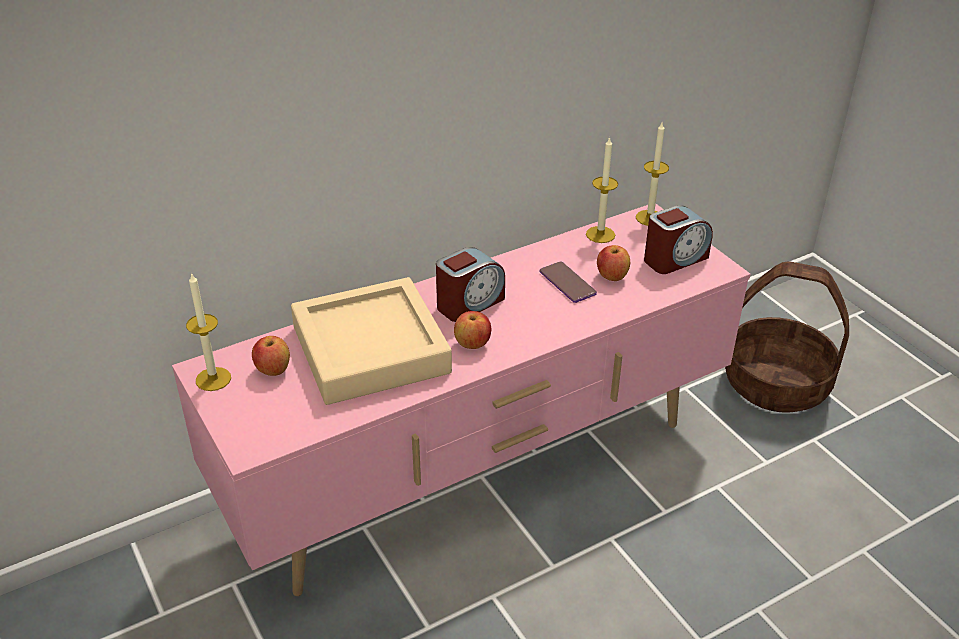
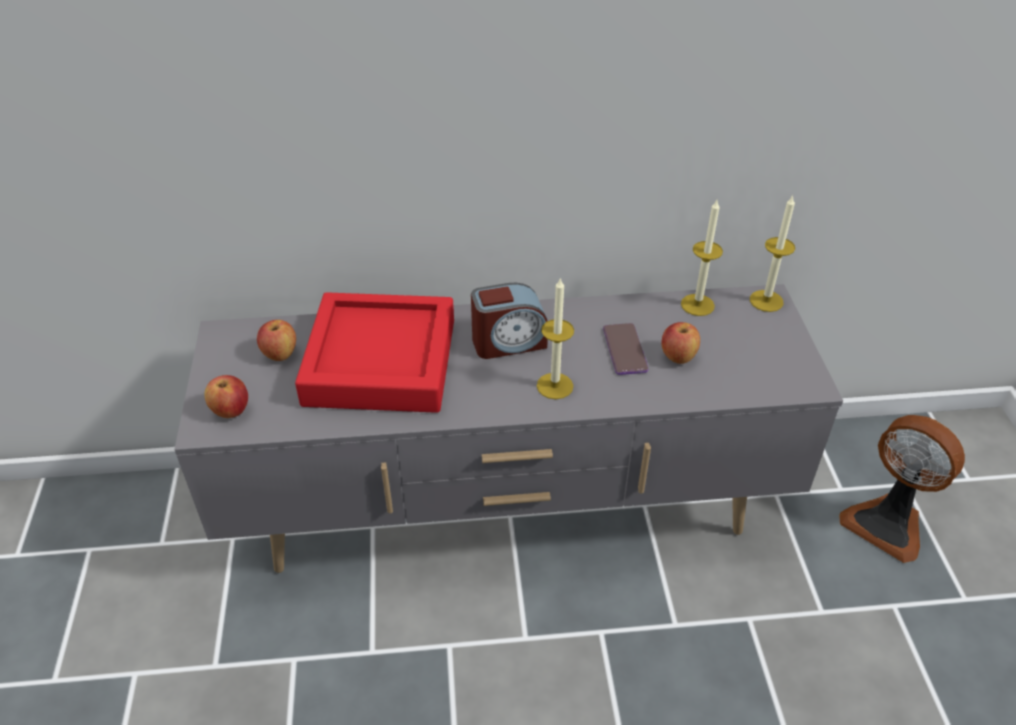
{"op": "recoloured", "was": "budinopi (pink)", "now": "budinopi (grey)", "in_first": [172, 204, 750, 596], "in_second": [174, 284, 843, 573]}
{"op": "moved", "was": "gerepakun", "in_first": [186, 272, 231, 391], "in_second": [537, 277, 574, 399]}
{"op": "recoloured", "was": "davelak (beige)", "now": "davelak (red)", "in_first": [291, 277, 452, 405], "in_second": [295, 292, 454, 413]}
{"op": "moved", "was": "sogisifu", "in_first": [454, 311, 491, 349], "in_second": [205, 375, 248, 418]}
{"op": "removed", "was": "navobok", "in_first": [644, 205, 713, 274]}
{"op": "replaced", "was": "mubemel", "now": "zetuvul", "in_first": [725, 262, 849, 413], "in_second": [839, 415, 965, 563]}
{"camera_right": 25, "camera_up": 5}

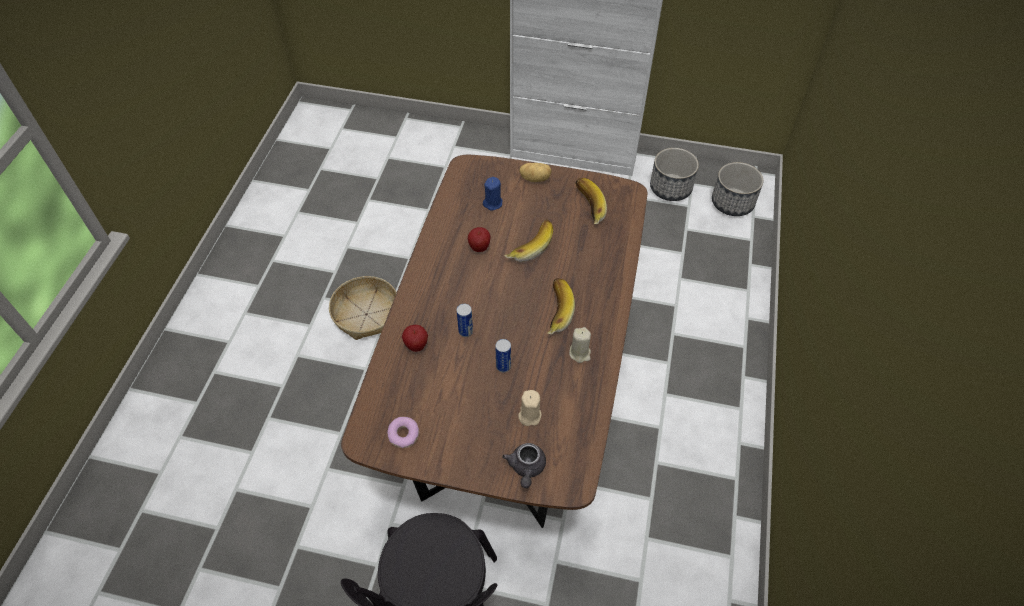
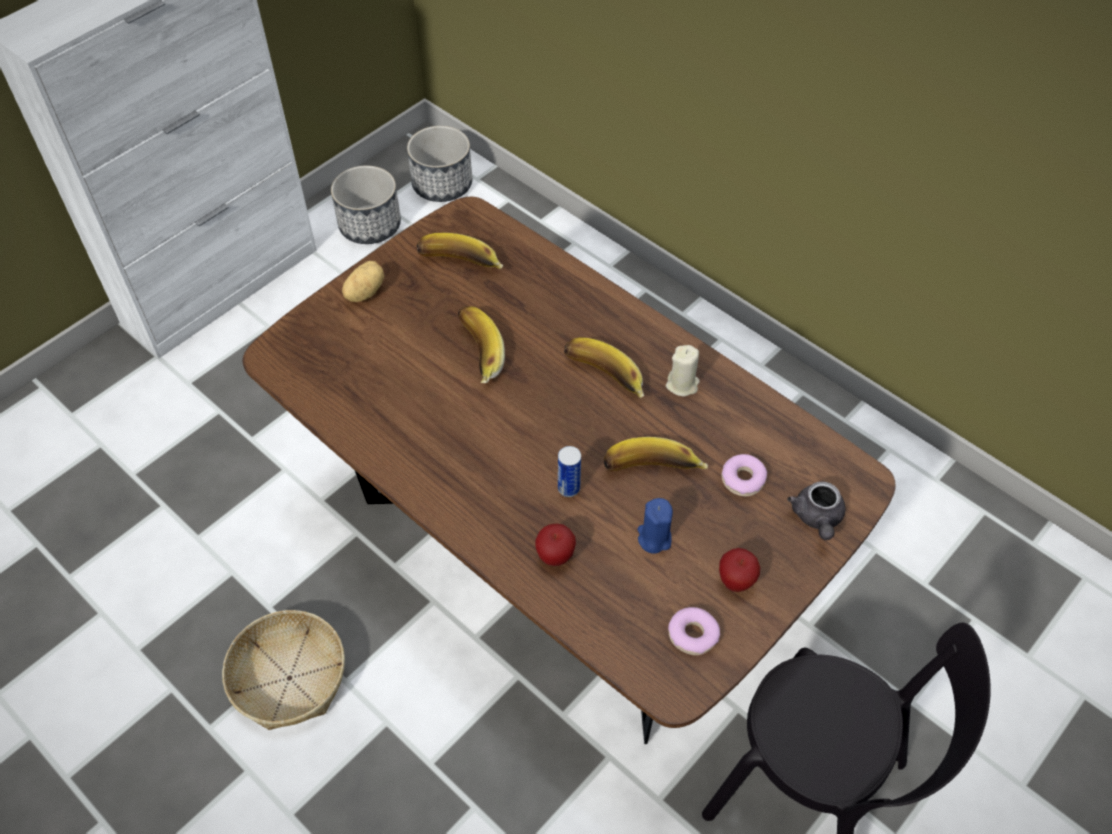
{"op": "moved", "was": "sogisifu", "in_first": [468, 227, 491, 252], "in_second": [719, 548, 760, 592]}
{"op": "moved", "was": "gerepakun (blue)", "in_first": [483, 177, 503, 211], "in_second": [638, 498, 673, 554]}
{"op": "replaced", "was": "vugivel", "now": "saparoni", "in_first": [495, 339, 511, 372], "in_second": [604, 437, 708, 471]}
{"op": "turned", "was": "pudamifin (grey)", "in_first": [502, 443, 546, 488], "in_second": [787, 481, 845, 540], "clockwise": 60}
{"op": "replaced", "was": "gerepakun (beige)", "now": "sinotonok", "in_first": [518, 390, 541, 426], "in_second": [722, 454, 767, 497]}
{"camera_right": -60, "camera_up": 0}

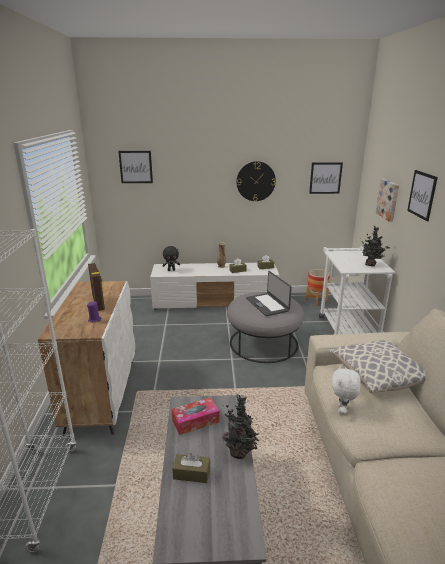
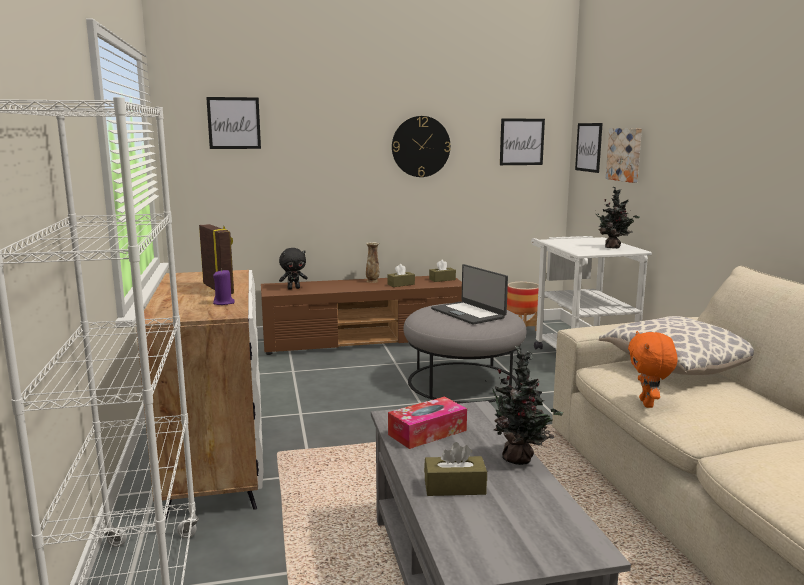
{"op": "recoloured", "was": "budinopi (white)", "now": "budinopi (brown)", "in_first": [150, 263, 279, 310], "in_second": [261, 276, 462, 355]}
{"op": "recoloured", "was": "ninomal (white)", "now": "ninomal (orange)", "in_first": [332, 365, 361, 415], "in_second": [628, 331, 678, 408]}
{"op": "moved", "was": "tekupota", "in_first": [407, 170, 438, 221], "in_second": [575, 123, 603, 173]}
{"camera_right": -10, "camera_up": -10}

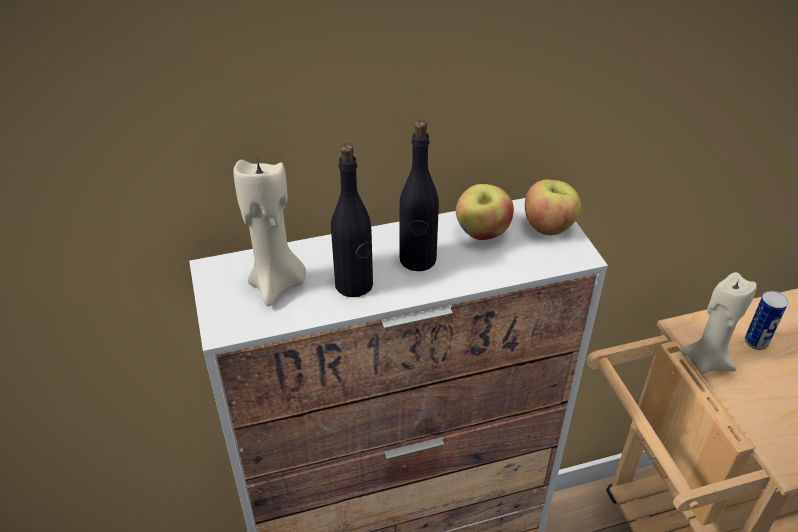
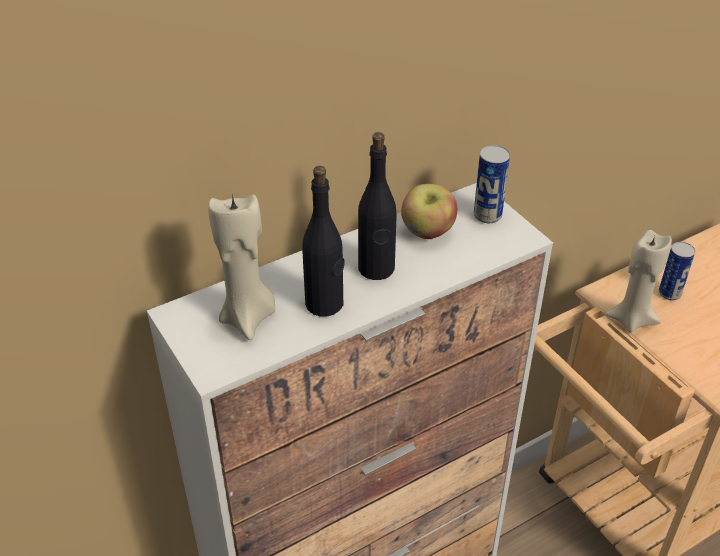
{"op": "replaced", "was": "sogisifu", "now": "vugivel", "in_first": [525, 179, 581, 236], "in_second": [474, 145, 510, 223]}
{"camera_right": -15, "camera_up": 0}

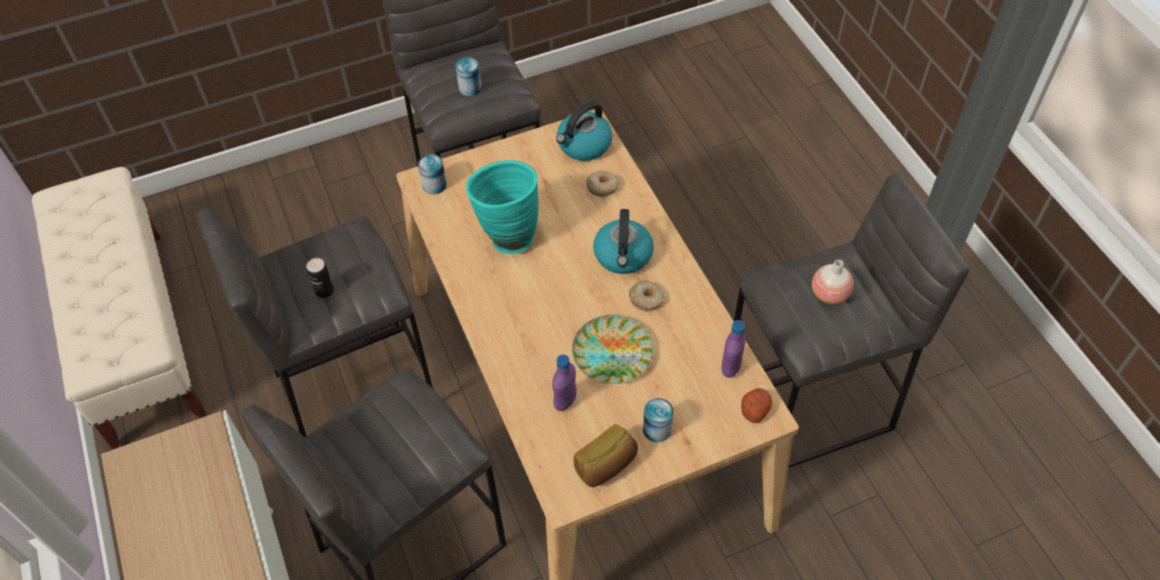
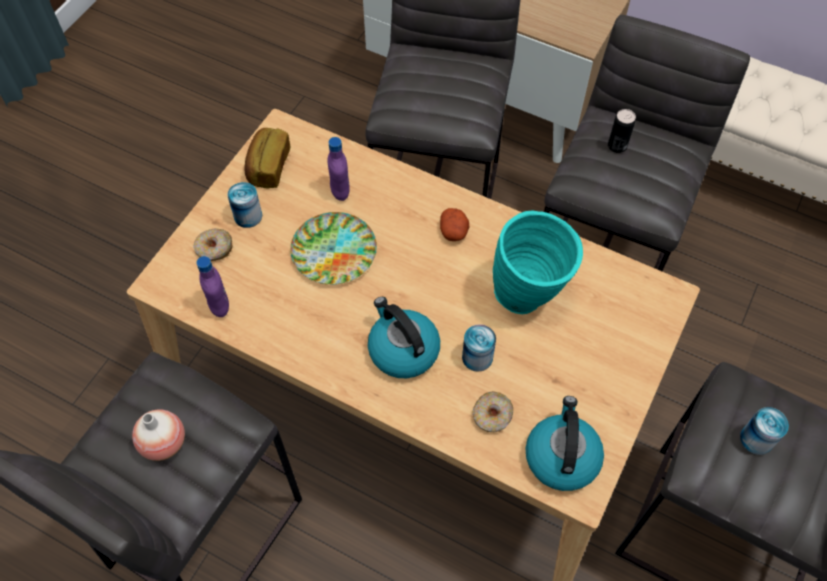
{"op": "moved", "was": "vugivel", "in_first": [418, 154, 447, 195], "in_second": [462, 324, 496, 372]}
{"op": "moved", "was": "sinotonok", "in_first": [629, 281, 664, 311], "in_second": [193, 228, 233, 261]}
{"op": "moved", "was": "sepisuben", "in_first": [741, 388, 772, 423], "in_second": [440, 208, 469, 241]}
{"camera_right": 140, "camera_up": 5}

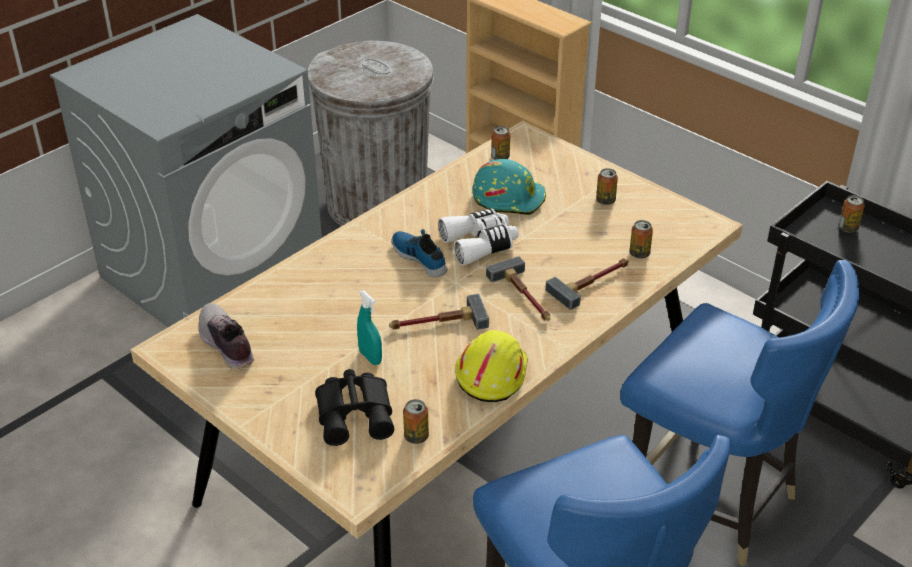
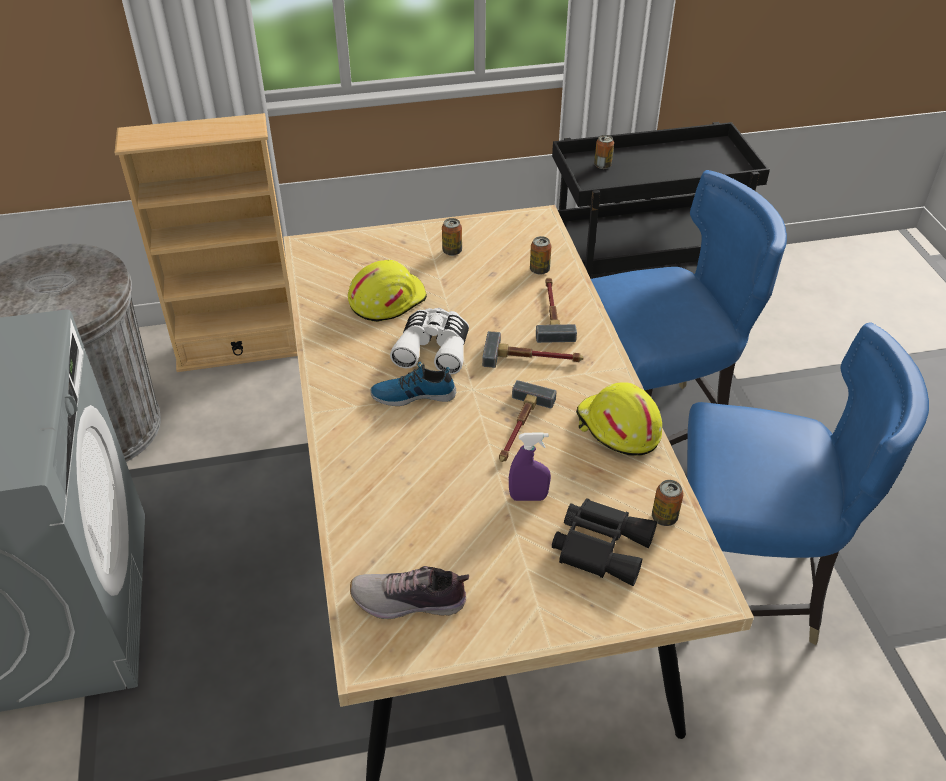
{"op": "recoloured", "was": "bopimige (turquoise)", "now": "bopimige (purple)", "in_first": [357, 290, 382, 365], "in_second": [509, 432, 551, 501]}
{"op": "recoloured", "was": "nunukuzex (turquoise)", "now": "nunukuzex (yellow)", "in_first": [472, 159, 546, 215], "in_second": [348, 260, 427, 322]}
{"op": "removed", "was": "vugivel", "in_first": [491, 126, 510, 160]}
{"camera_right": -55, "camera_up": 5}

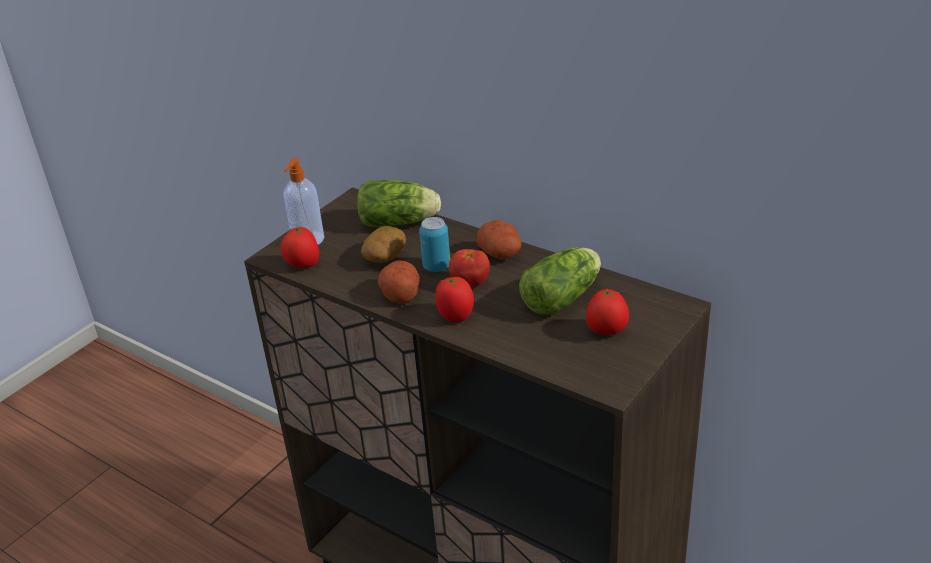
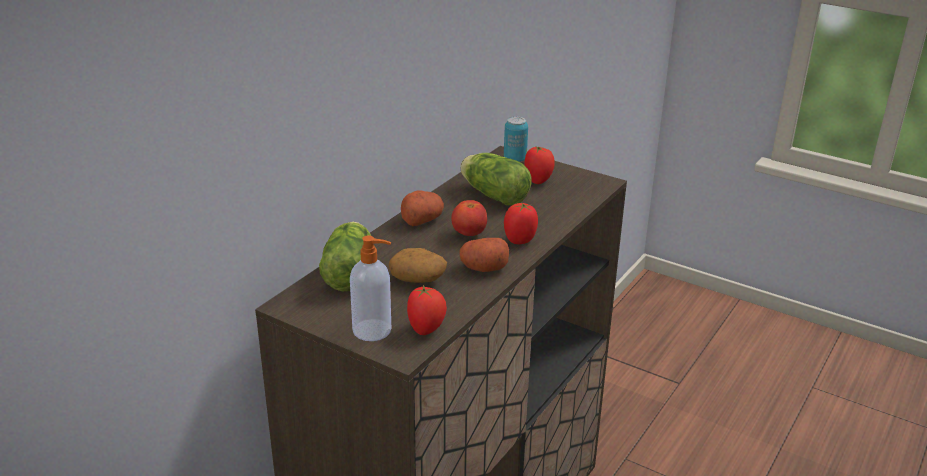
{"op": "moved", "was": "vugivel", "in_first": [419, 217, 450, 272], "in_second": [504, 117, 528, 162]}
{"camera_right": -95, "camera_up": -5}

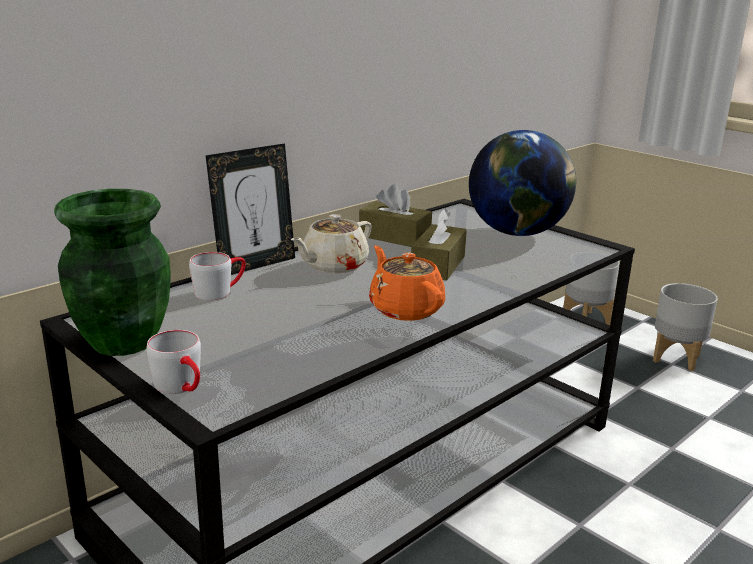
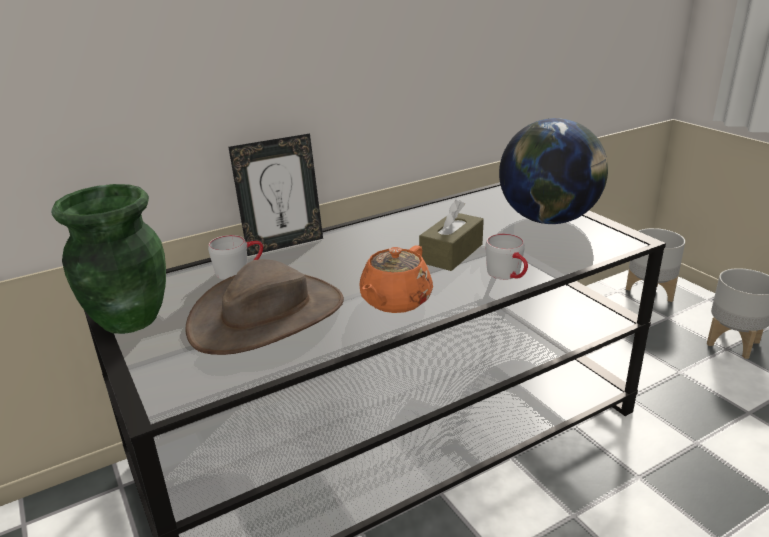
{"op": "moved", "was": "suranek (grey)", "in_first": [146, 330, 201, 394], "in_second": [486, 234, 528, 280]}
{"op": "removed", "was": "pudamifin (beige)", "in_first": [291, 214, 372, 274]}
{"op": "removed", "was": "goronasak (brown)", "in_first": [359, 184, 432, 247]}
{"op": "turned", "was": "pudamifin (orange)", "in_first": [369, 246, 445, 321], "in_second": [359, 245, 433, 313], "clockwise": -135}
{"op": "added", "now": "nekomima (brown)", "in_second": [186, 259, 344, 355]}
{"camera_right": 15, "camera_up": 5}

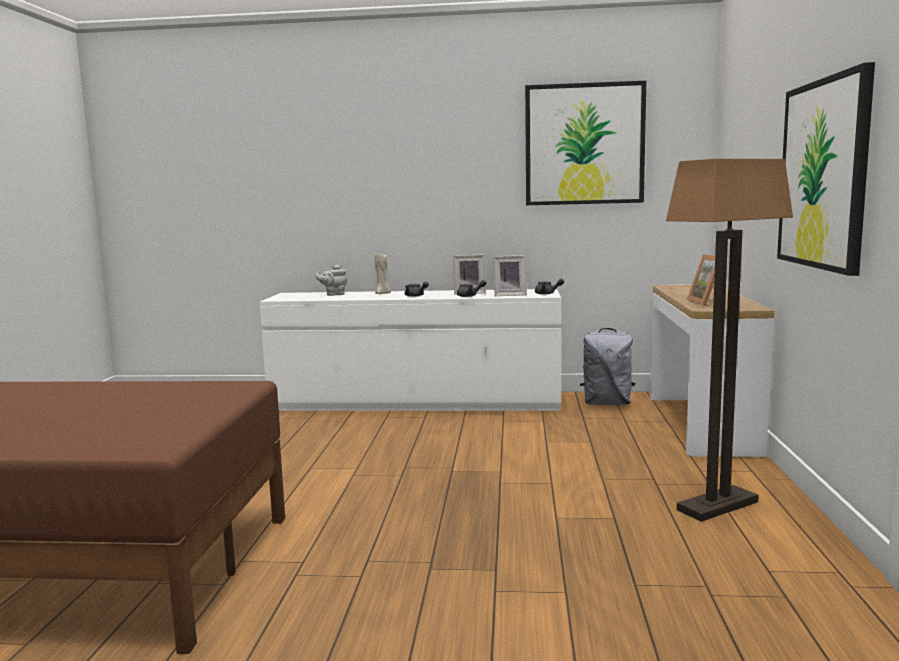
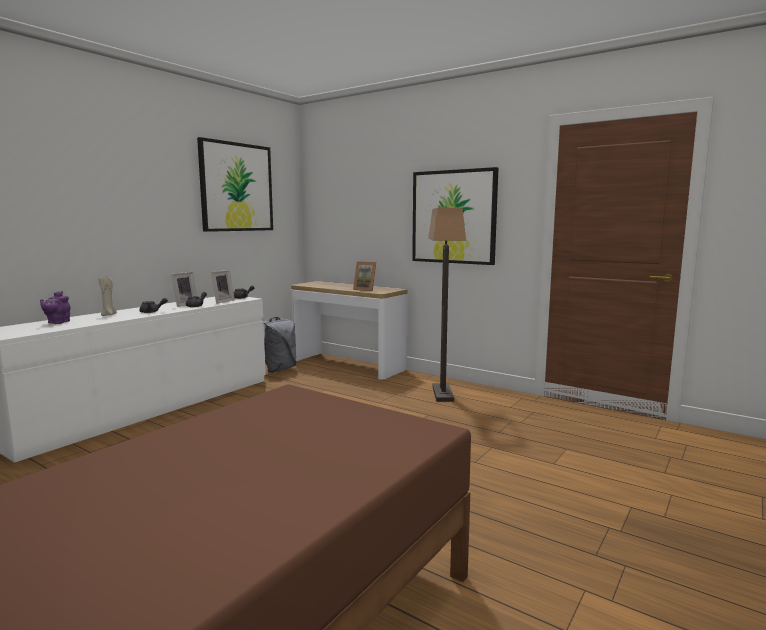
{"op": "recoloured", "was": "pudamifin (grey)", "now": "pudamifin (purple)", "in_first": [315, 265, 347, 296], "in_second": [40, 291, 70, 324]}
{"camera_right": -60, "camera_up": 0}

